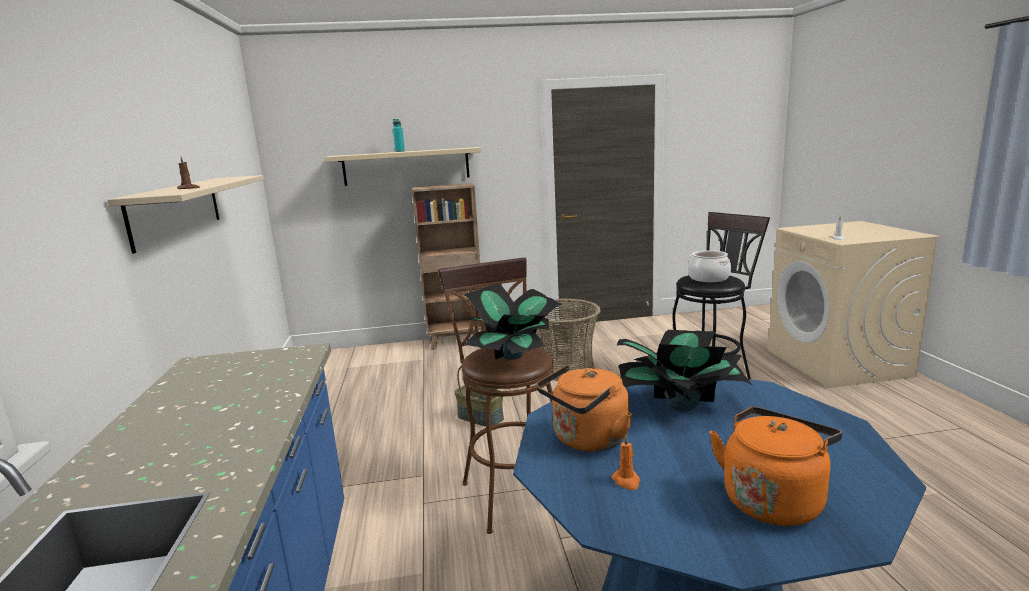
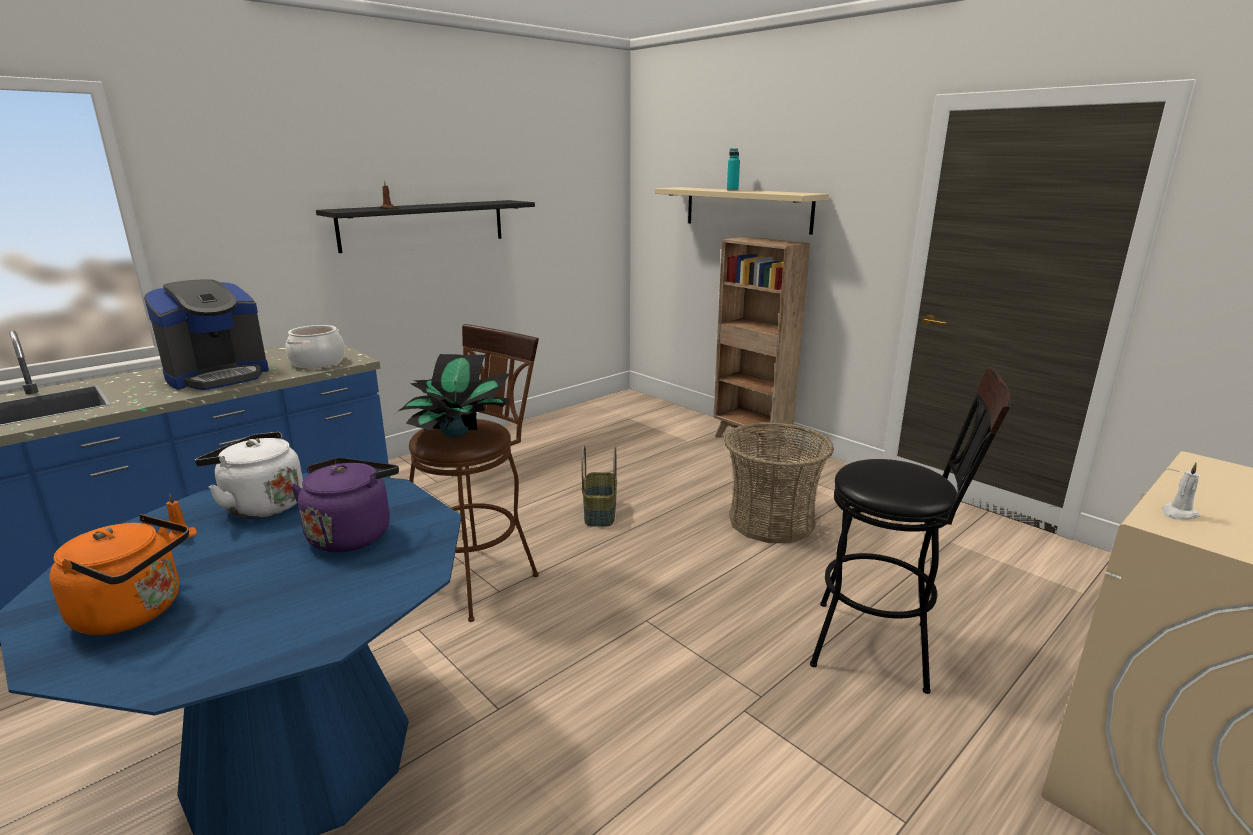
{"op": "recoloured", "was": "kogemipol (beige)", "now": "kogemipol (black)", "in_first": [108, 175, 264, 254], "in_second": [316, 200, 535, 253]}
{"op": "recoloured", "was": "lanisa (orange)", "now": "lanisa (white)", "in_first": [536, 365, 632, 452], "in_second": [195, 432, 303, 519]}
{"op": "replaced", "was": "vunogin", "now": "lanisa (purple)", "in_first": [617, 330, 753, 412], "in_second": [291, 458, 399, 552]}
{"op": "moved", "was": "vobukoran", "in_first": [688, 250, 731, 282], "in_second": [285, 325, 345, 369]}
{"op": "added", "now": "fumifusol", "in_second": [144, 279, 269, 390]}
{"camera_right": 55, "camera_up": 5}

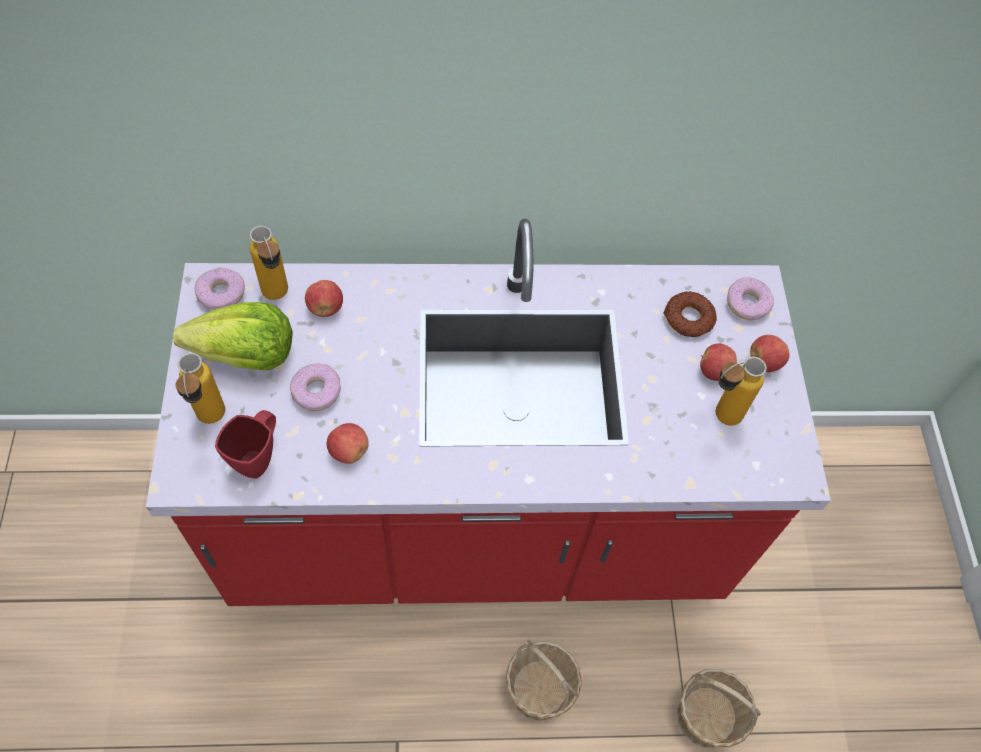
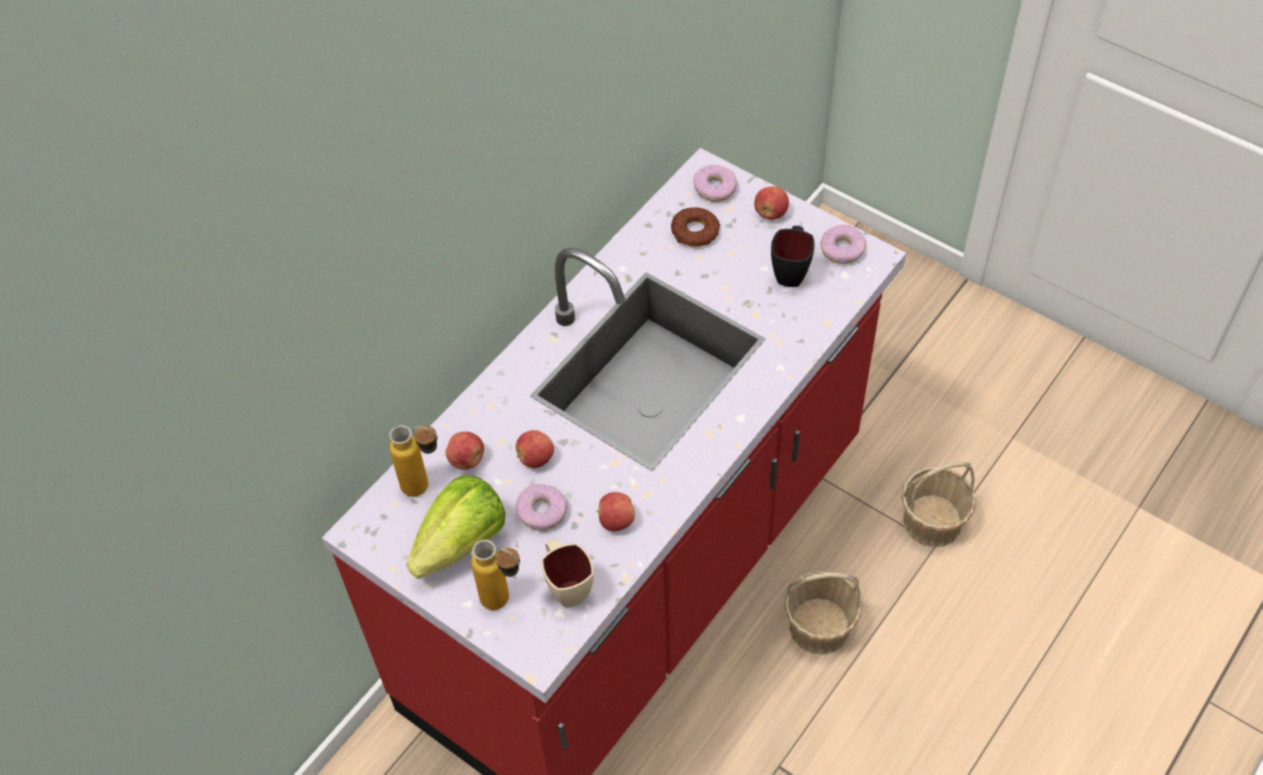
{"op": "moved", "was": "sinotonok", "in_first": [195, 268, 245, 310], "in_second": [820, 225, 866, 264]}
{"op": "recoloured", "was": "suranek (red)", "now": "suranek (beige)", "in_first": [215, 410, 276, 478], "in_second": [541, 539, 594, 608]}
{"op": "moved", "was": "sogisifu", "in_first": [700, 344, 737, 381], "in_second": [516, 430, 554, 468]}
{"op": "replaced", "was": "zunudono", "now": "suranek (black)", "in_first": [716, 357, 767, 426], "in_second": [771, 226, 815, 287]}
{"camera_right": -45, "camera_up": -5}

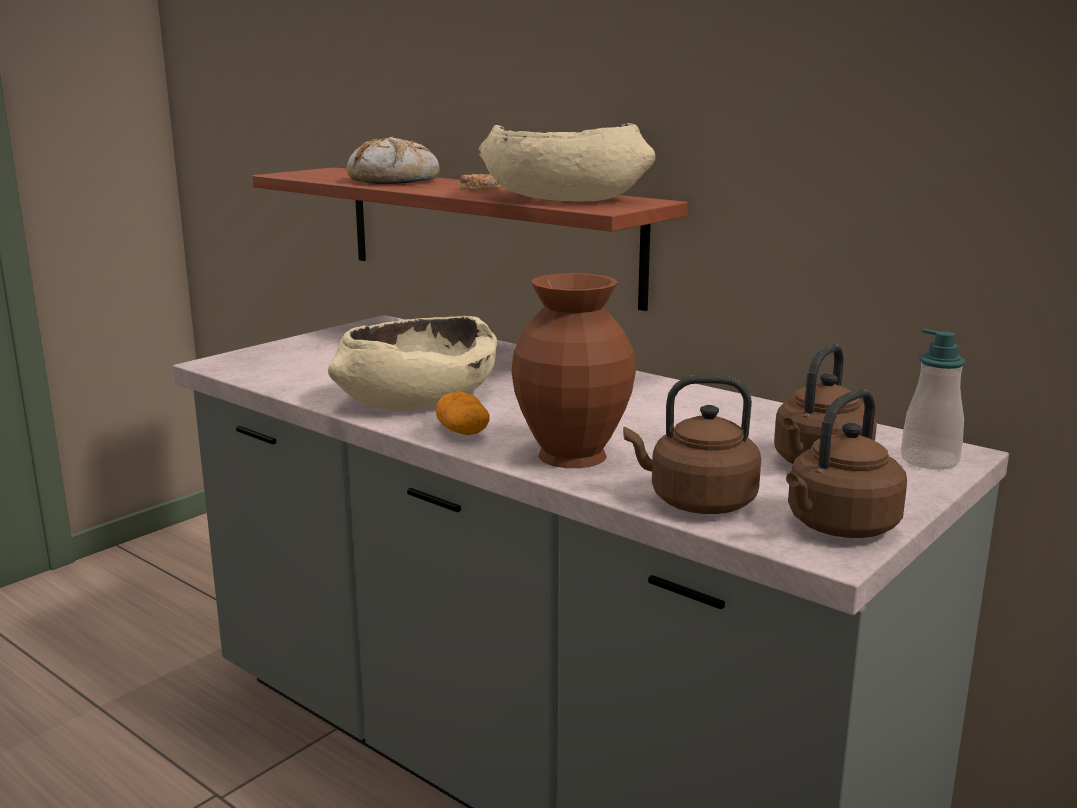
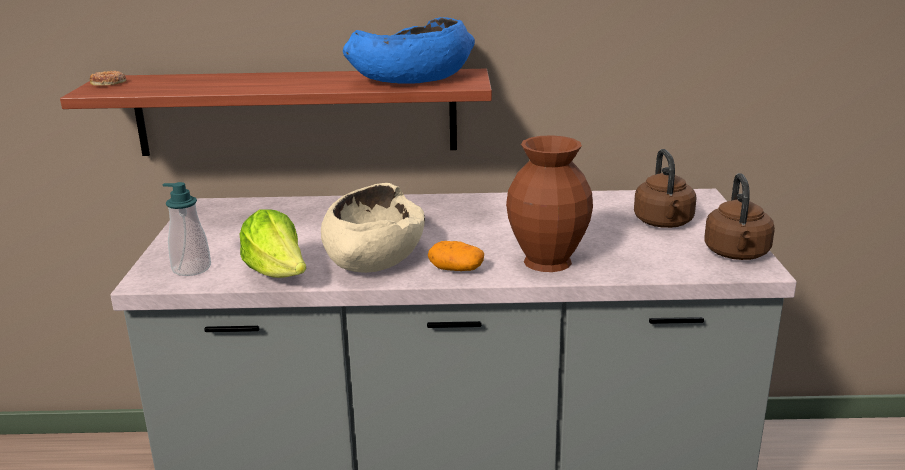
{"op": "removed", "was": "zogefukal", "in_first": [347, 136, 440, 184]}
{"op": "moved", "was": "sinotonok", "in_first": [459, 174, 501, 189], "in_second": [90, 71, 126, 86]}
{"op": "recoloured", "was": "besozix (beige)", "now": "besozix (blue)", "in_first": [479, 123, 656, 201], "in_second": [343, 17, 475, 83]}
{"op": "removed", "was": "lanisa (brown)", "in_first": [623, 375, 761, 514]}
{"op": "moved", "was": "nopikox", "in_first": [901, 329, 966, 470], "in_second": [163, 182, 211, 276]}
{"op": "added", "now": "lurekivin", "in_second": [240, 209, 306, 278]}
{"camera_right": -40, "camera_up": 5}

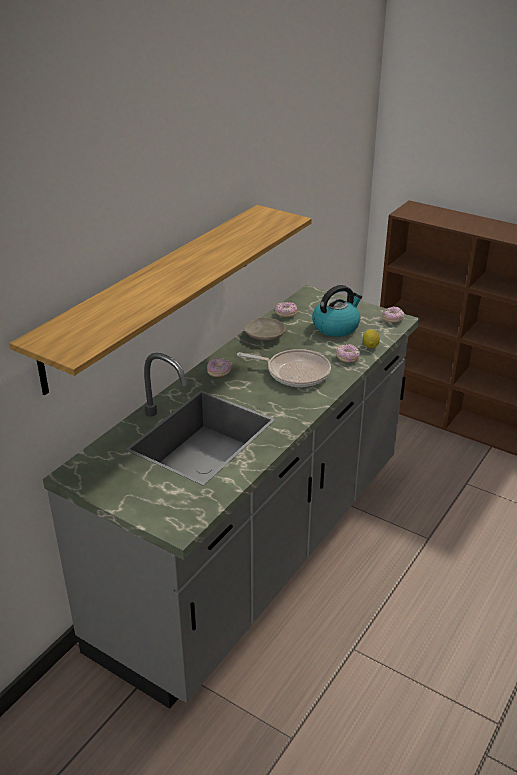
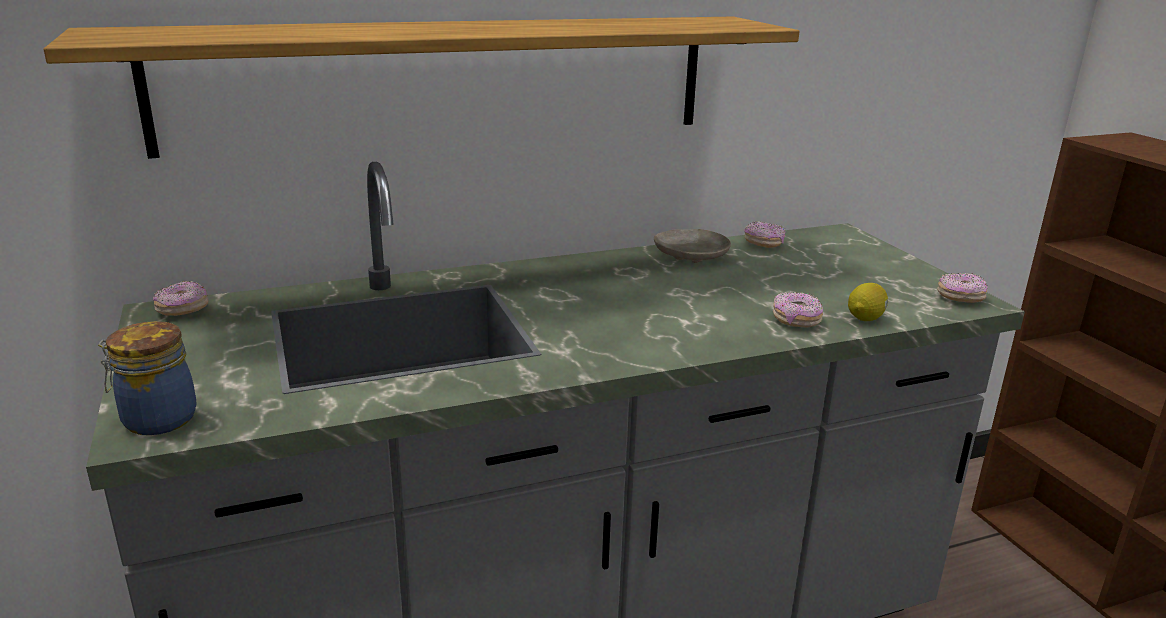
{"op": "moved", "was": "sinotonok", "in_first": [207, 358, 231, 377], "in_second": [153, 281, 208, 316]}
{"op": "removed", "was": "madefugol", "in_first": [237, 349, 331, 387]}
{"op": "removed", "was": "lanisa", "in_first": [312, 285, 362, 337]}
{"op": "added", "now": "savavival", "in_second": [98, 321, 197, 435]}
{"camera_right": 35, "camera_up": -10}

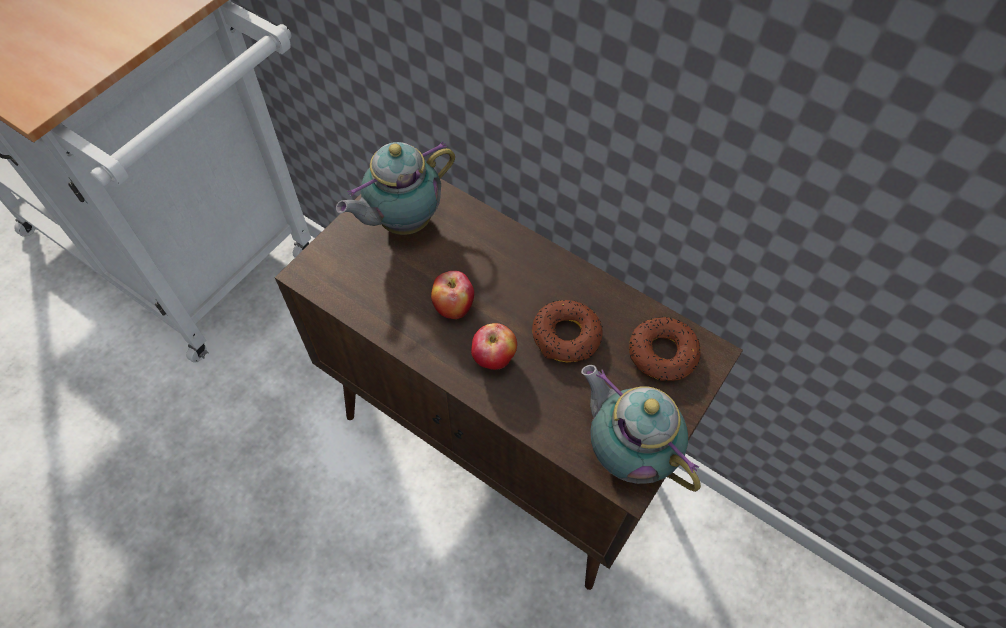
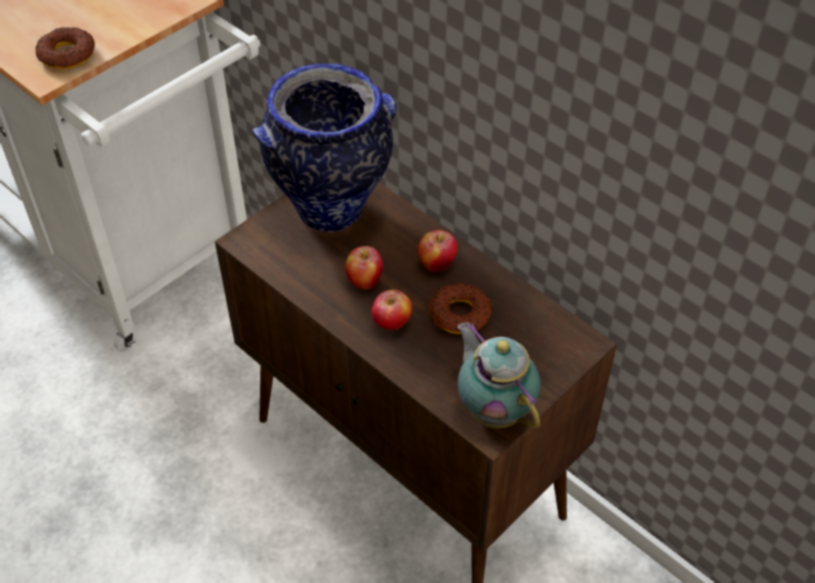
{"op": "replaced", "was": "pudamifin", "now": "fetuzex", "in_first": [336, 142, 455, 235], "in_second": [252, 63, 397, 232]}
{"op": "moved", "was": "sinotonok", "in_first": [629, 317, 701, 381], "in_second": [35, 27, 95, 69]}
{"op": "added", "now": "sogisifu", "in_second": [418, 230, 458, 272]}
{"camera_right": 10, "camera_up": -10}

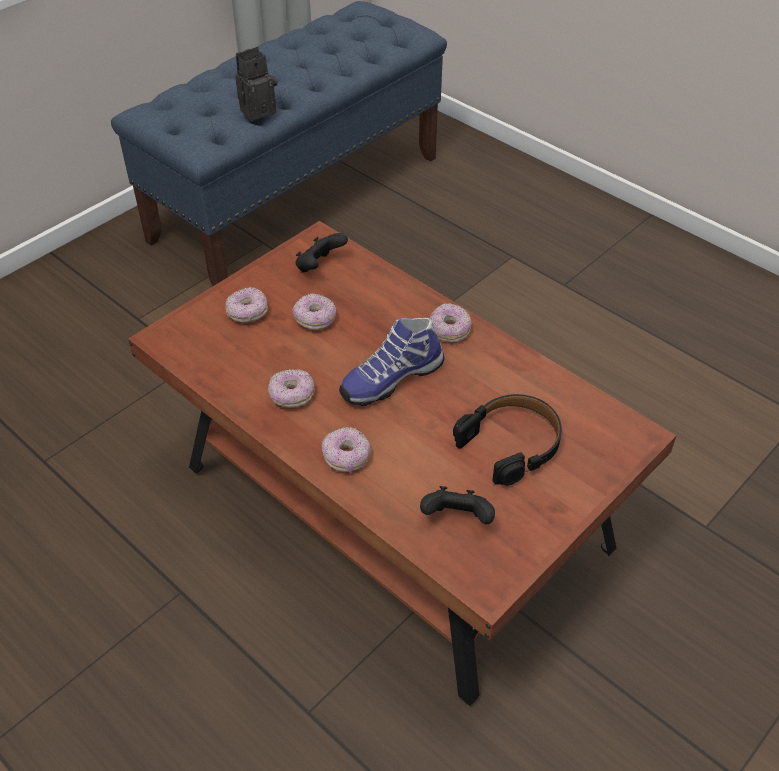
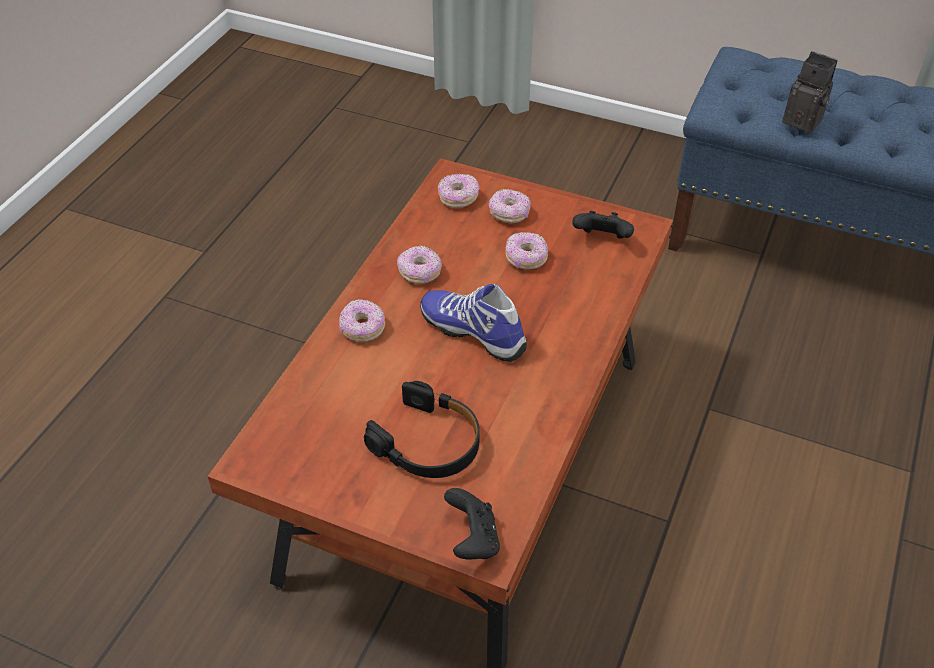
{"op": "moved", "was": "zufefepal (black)", "in_first": [420, 486, 495, 524], "in_second": [444, 488, 500, 560]}
{"op": "moved", "was": "sinotonok", "in_first": [430, 303, 472, 342], "in_second": [438, 174, 480, 208]}
{"camera_right": 70, "camera_up": 0}

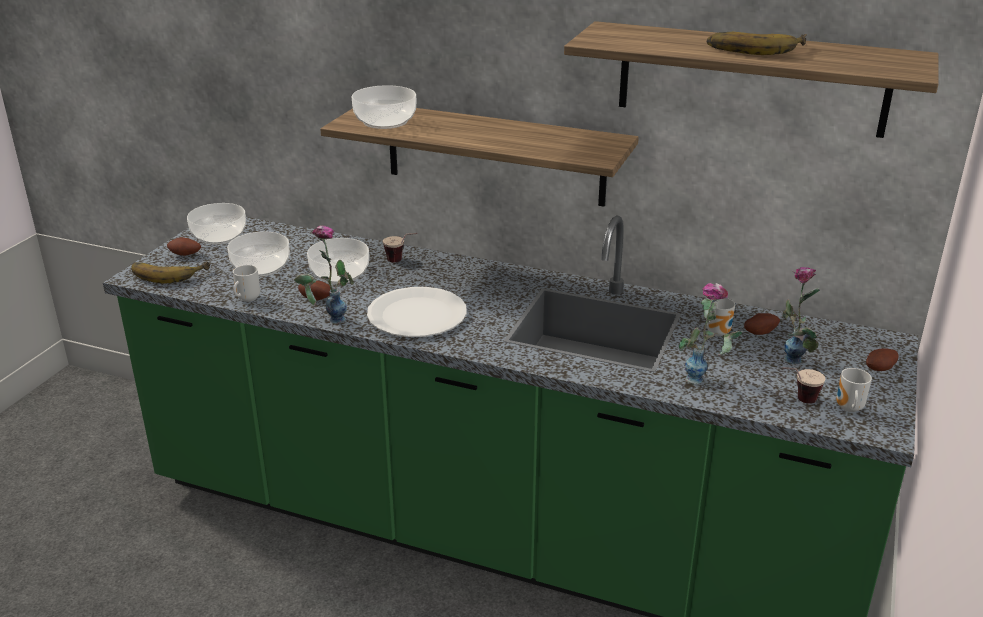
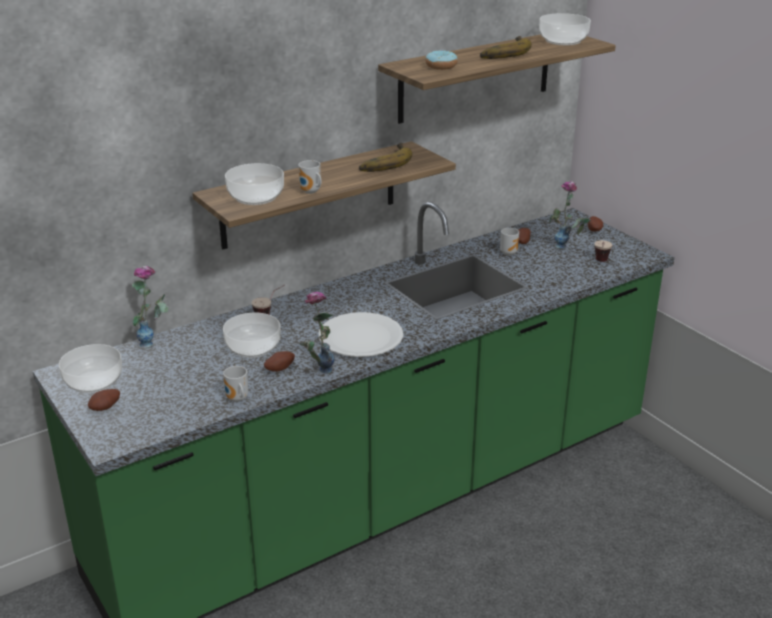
{"op": "moved", "was": "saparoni", "in_first": [131, 262, 210, 284], "in_second": [359, 143, 412, 172]}
{"op": "moved", "was": "besozix", "in_first": [227, 231, 290, 277], "in_second": [539, 13, 591, 45]}
{"op": "moved", "was": "fetuzex", "in_first": [679, 283, 743, 384], "in_second": [132, 266, 169, 348]}
{"op": "moved", "was": "suranek", "in_first": [836, 368, 872, 412], "in_second": [298, 160, 322, 194]}
{"op": "added", "now": "sinotonok", "in_second": [425, 50, 458, 70]}
{"camera_right": -55, "camera_up": 0}

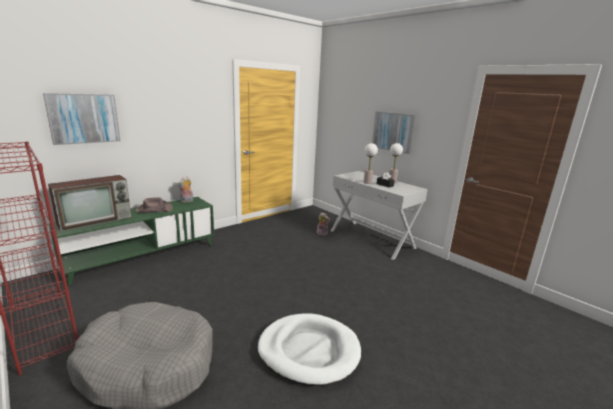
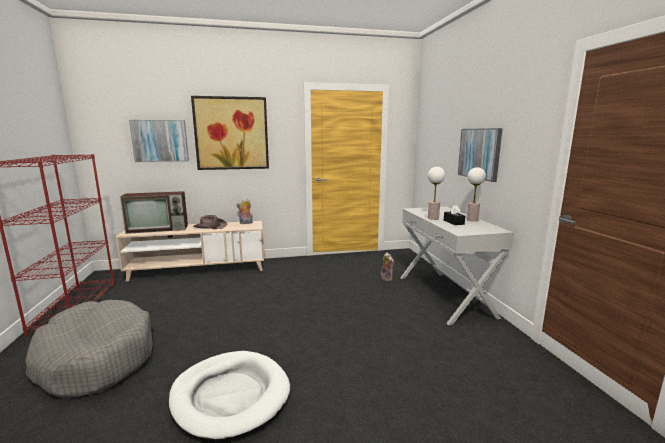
{"op": "recoloured", "was": "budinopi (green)", "now": "budinopi (beige)", "in_first": [49, 197, 214, 286], "in_second": [116, 221, 264, 282]}
{"op": "added", "now": "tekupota", "in_second": [191, 96, 269, 170]}
{"camera_right": 30, "camera_up": -5}

